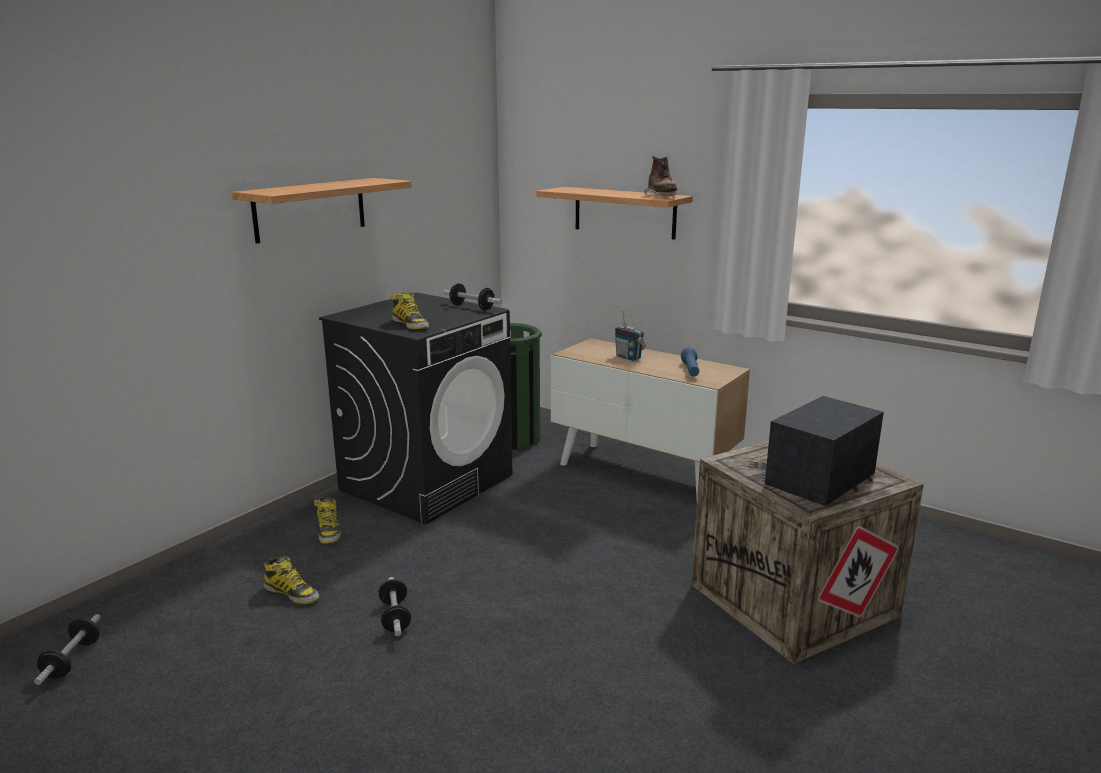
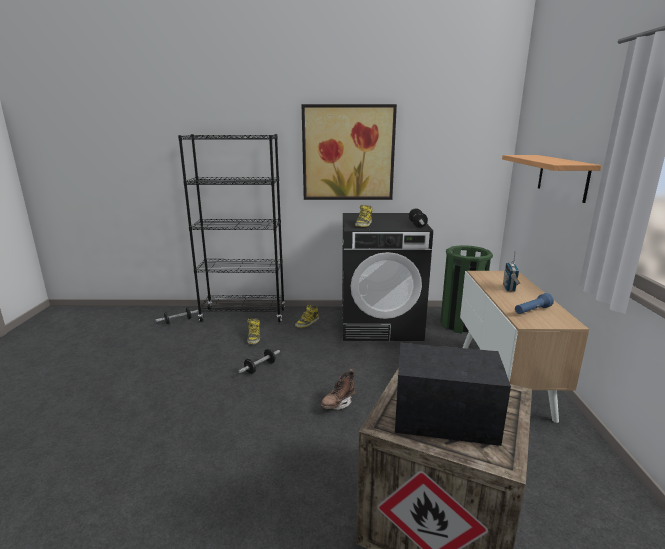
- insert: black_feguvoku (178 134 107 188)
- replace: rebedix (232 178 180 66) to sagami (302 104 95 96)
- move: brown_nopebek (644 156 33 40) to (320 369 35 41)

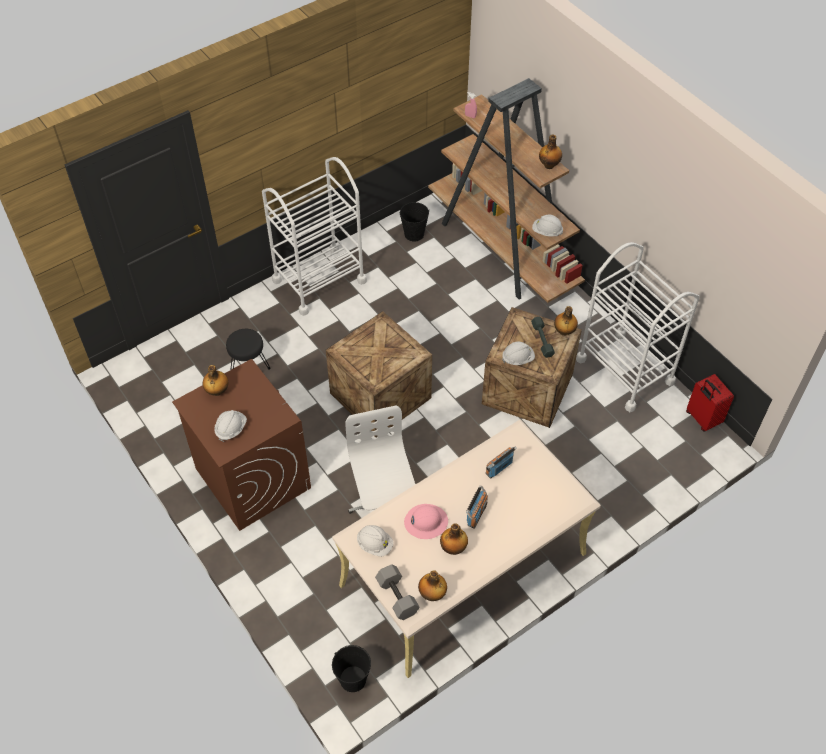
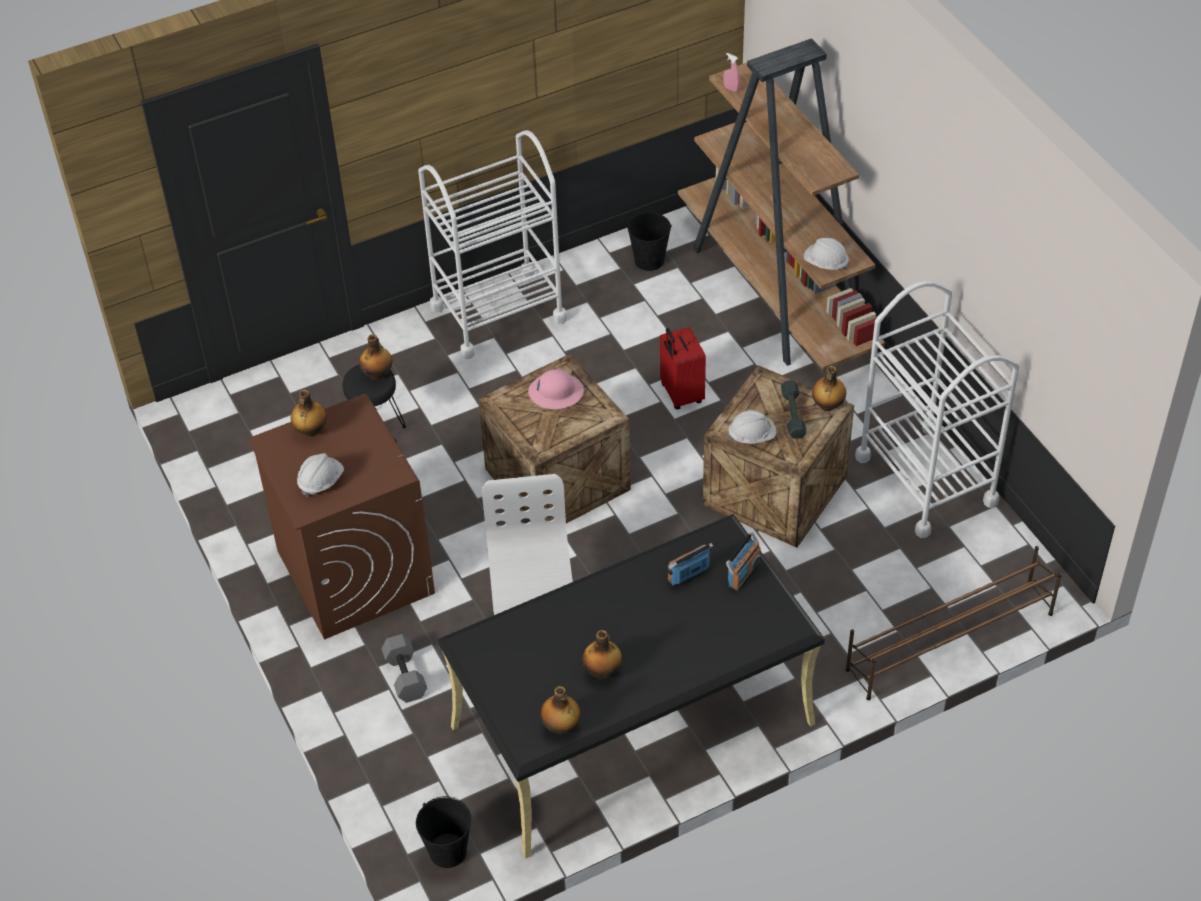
- move: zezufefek (539 135 23 34) to (359 334 33 47)
- move: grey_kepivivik (375 564 45 56) to (381 634 46 69)
- recolor: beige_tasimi (332 419 269 259) to black_tasimi (438 514 387 345)
- move: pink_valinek (404 504 44 35) to (528 369 56 40)
- move: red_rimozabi (686 374 48 58) to (660 327 46 82)
- move: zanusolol (466 486 22 43) to (726 532 35 59)
- insert: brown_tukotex (846 546 216 154)
- delete: white_valinek (357 525 37 32)

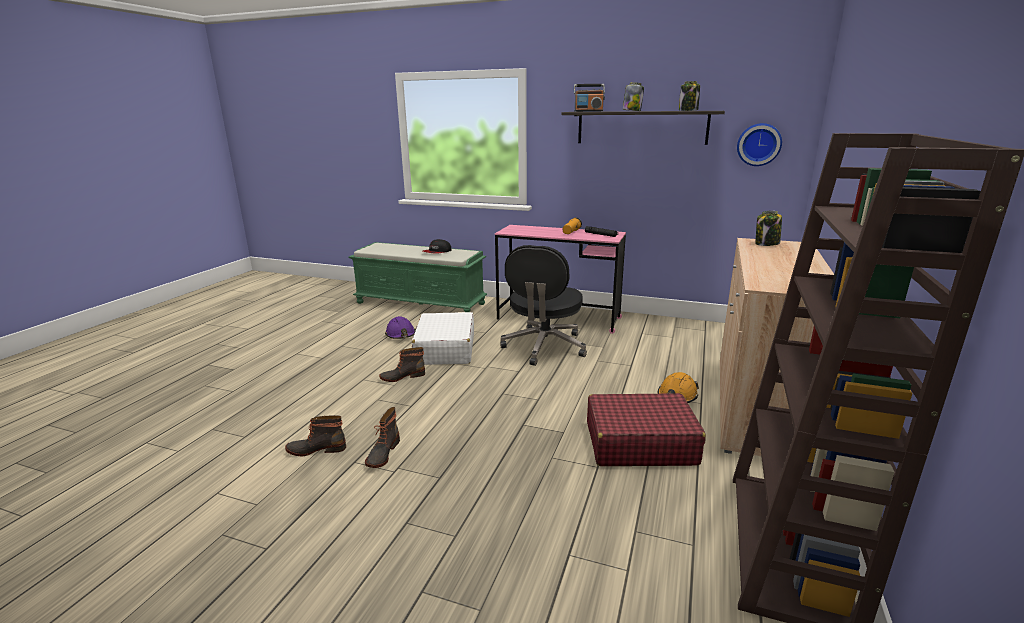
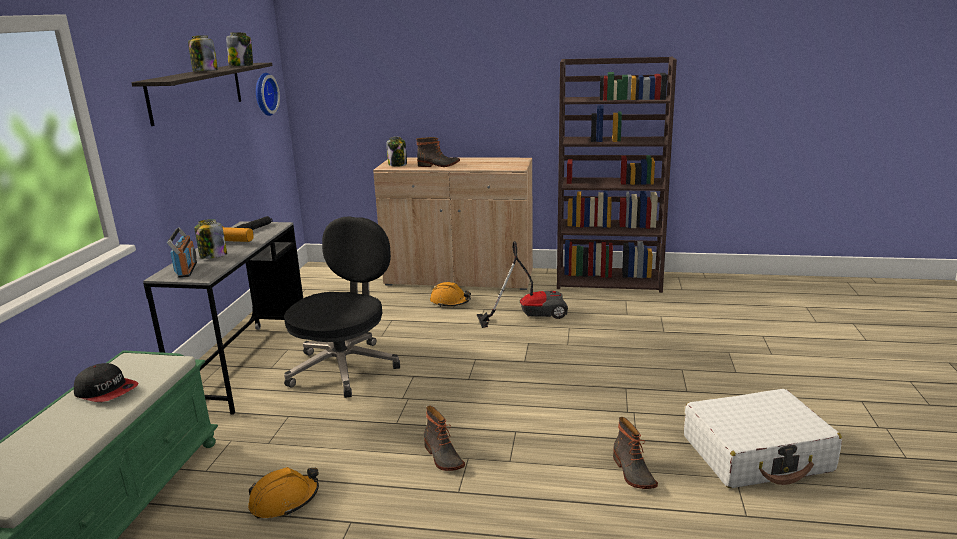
- recolor: pink_tasimi (495 225 131 109) to grey_tasimi (143 221 160 194)
- move: zanusolol (574 84 31 28) to (167 227 30 51)
- insert: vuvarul (194 219 33 40)
- recolor: purple_valinek (385 316 30 23) to orange_valinek (248 467 71 52)
- rotate: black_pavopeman (500 245 87 121) = (284 216 116 182) 75 degrees counterclockwise
- move: nopebek (365 407 35 61) to (416 137 44 30)
- replace: red_rimozabi (587 393 119 73) to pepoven (477 241 91 87)
- move: white_rimozabi (412 312 62 53) to (684 389 158 99)

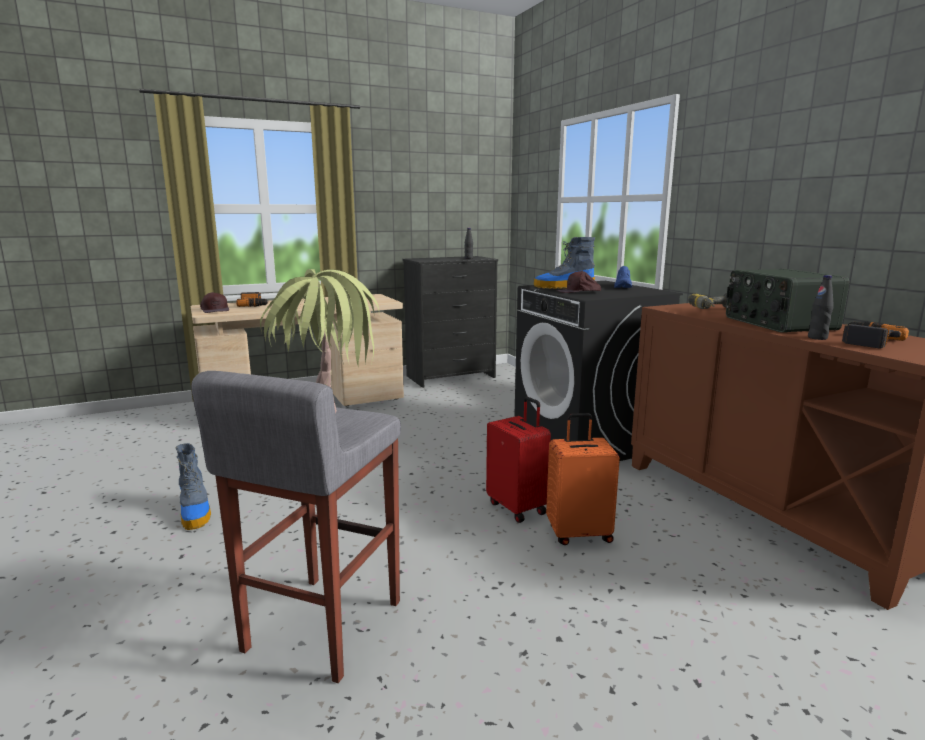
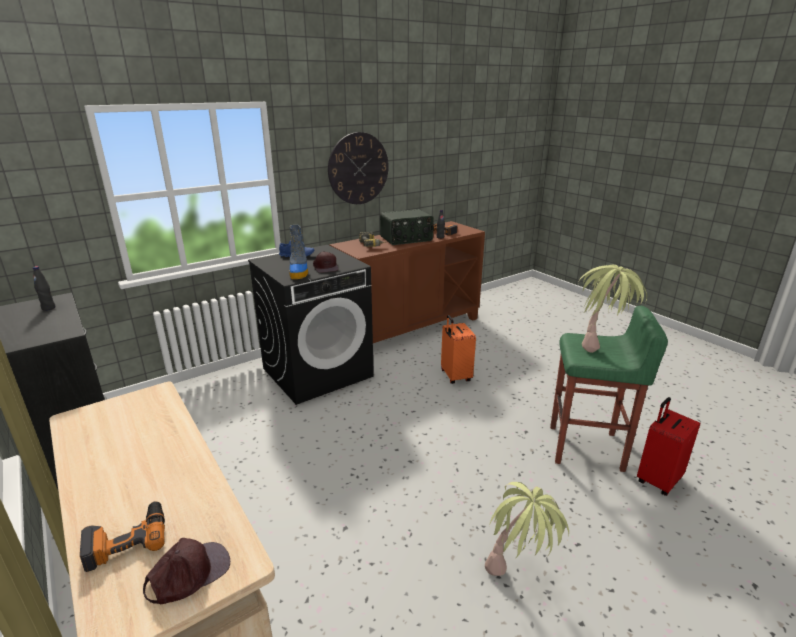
- insert: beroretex (328 132 61 72)
- replace: nopebek (176 443 35 87) to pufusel (485 482 84 94)
- recolor: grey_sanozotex (191 371 210 312) to green_sanozotex (550 306 118 166)
- move: red_rimozabi (486 397 65 126) to (637 397 63 99)

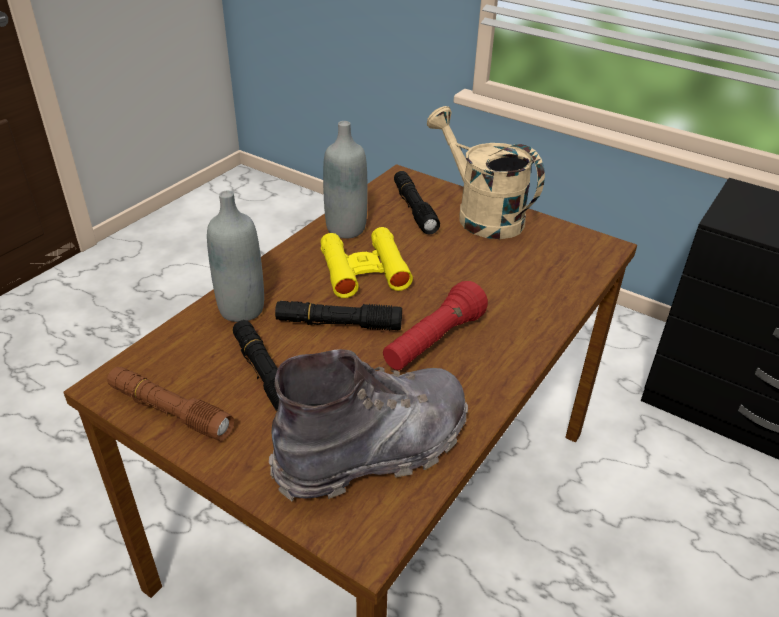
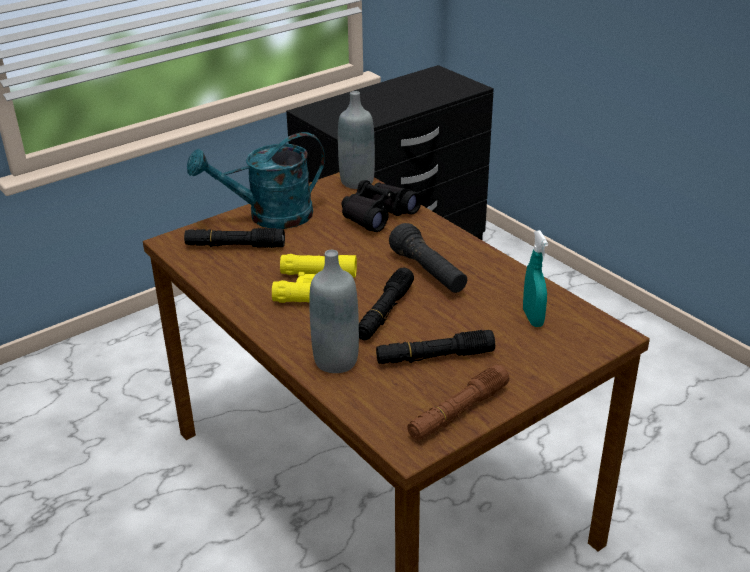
- recolor: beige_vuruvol (427 106 118 133) to turquoise_vuruvol (187 132 138 97)
- move: grey_zezufefek (323 121 45 117) to (338 91 37 98)
- insert: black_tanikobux (342 180 79 52)
- recolor: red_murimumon (383 281 105 89) to black_murimumon (389 223 78 70)
- replace: grey_nopebek (269 349 199 152) to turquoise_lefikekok (523 230 25 97)

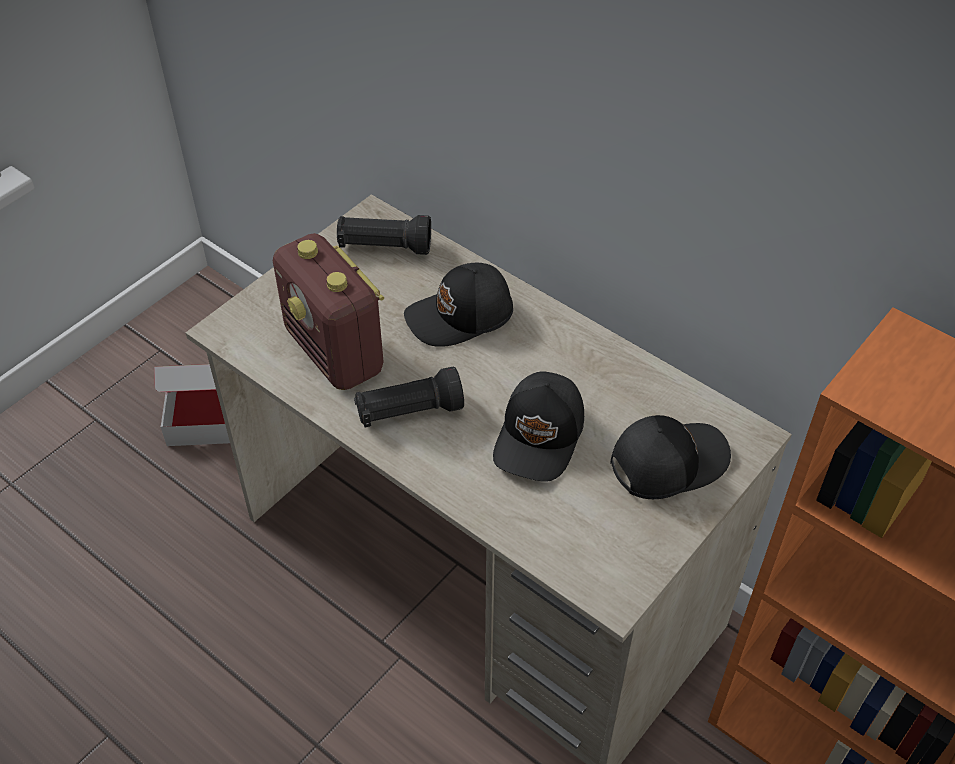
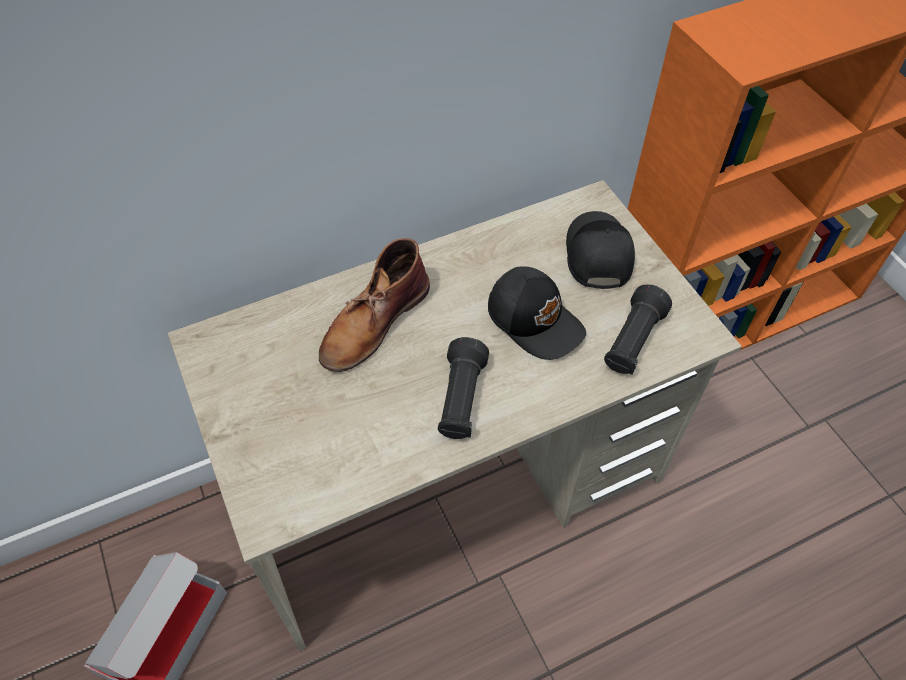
- replace: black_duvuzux (404 263 109 84) to brown_nopebek (319 238 111 134)
- move: black_murimumon (337 215 94 40) to (604 284 68 91)
- delete: zanusolol (273 233 111 157)

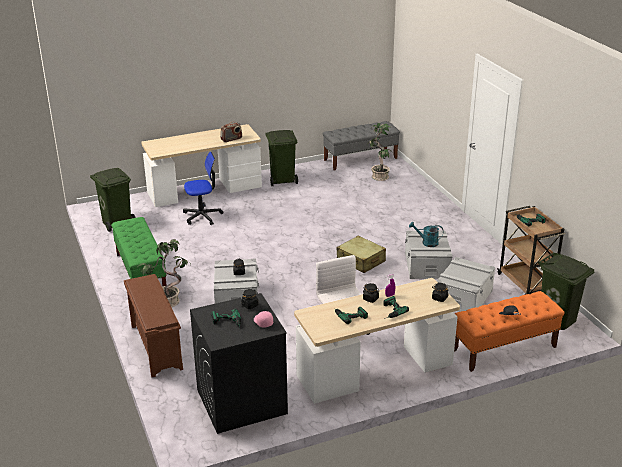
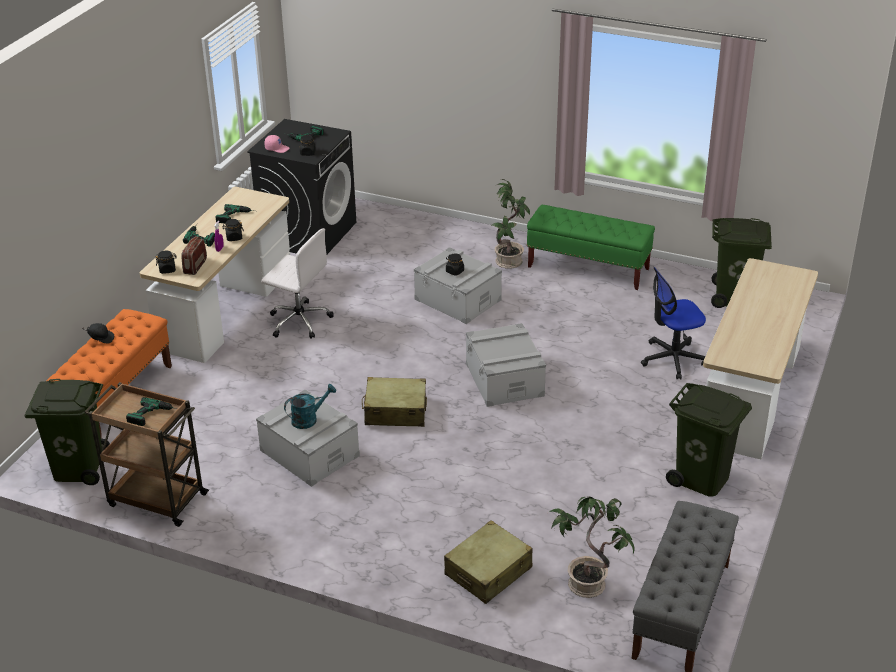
- move: zanusolol (220 122 22 20) to (181 236 26 39)
- insert: beige_rimozabi (444 520 89 84)
- move: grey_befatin (437 257 58 55) to (466 323 80 84)
- rotate: pavopeman (183 152 40 73) = (641 267 65 113) 45 degrees clockwise
- delete: brown_tukotex (124 274 59 103)

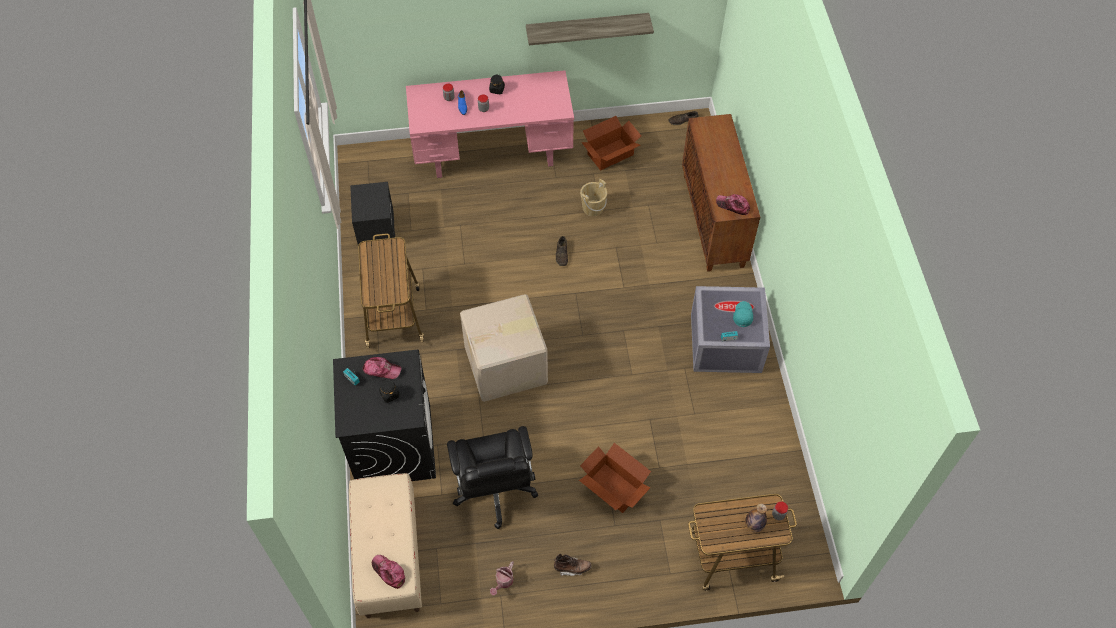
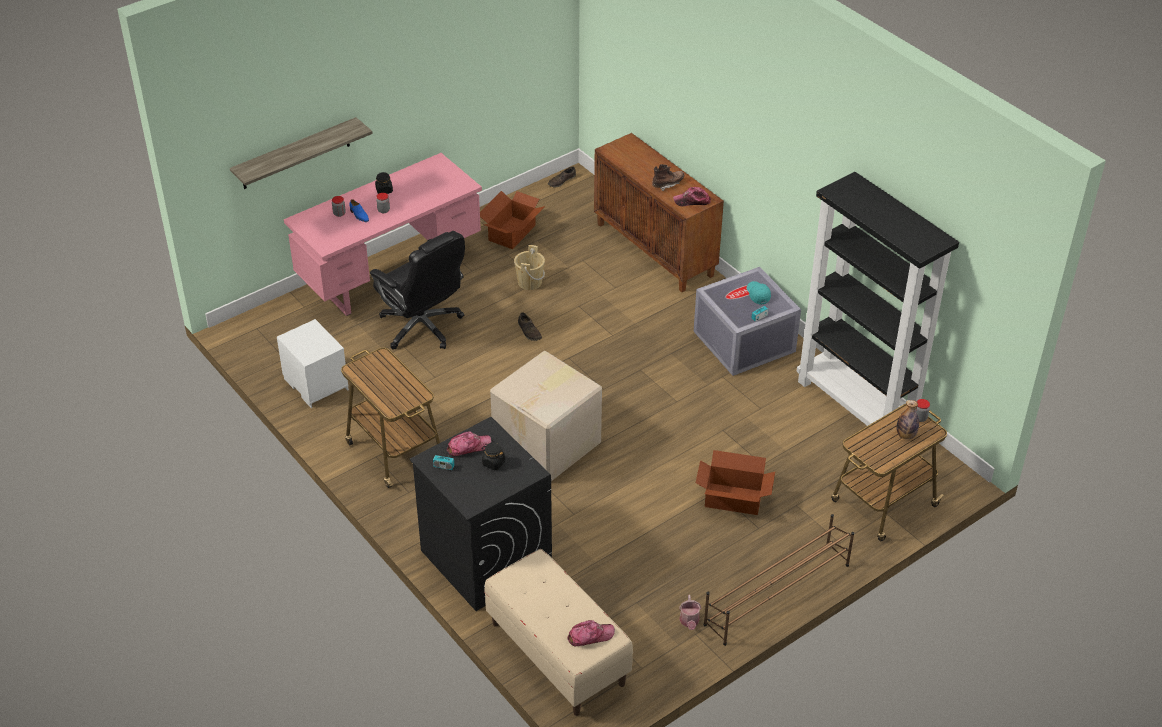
- move: rebedix (526 13 128 32) to (230 117 143 72)
- recolor: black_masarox (350 182 45 63) to white_masarox (277 319 72 89)
- move: black_pavopeman (447 426 91 103) to (370 231 95 118)
- rotate: duvuzux (372 555 33 34) = (568 620 47 26) 150 degrees clockwise
- move: brown_nopebek (554 554 37 22) to (652 164 32 27)
- insert: brown_tukotex (703 514 151 132)
- insert: black_feguvoku (796 172 163 255)

